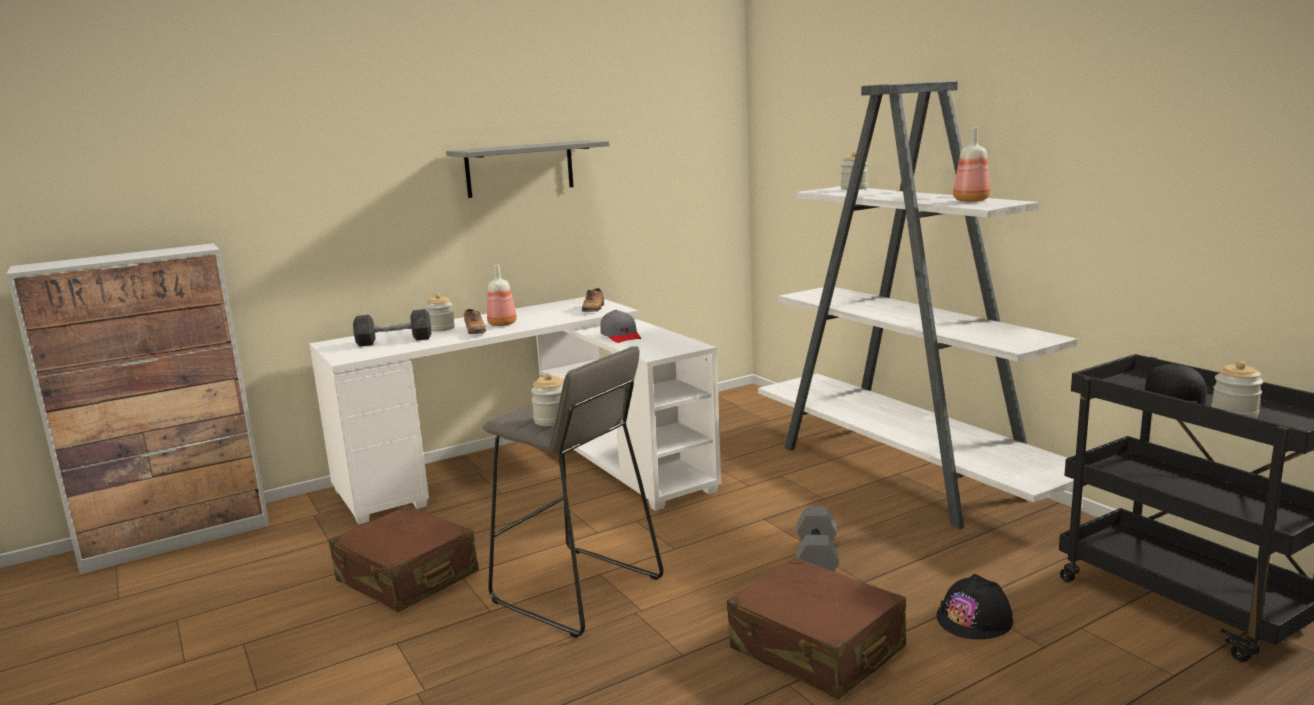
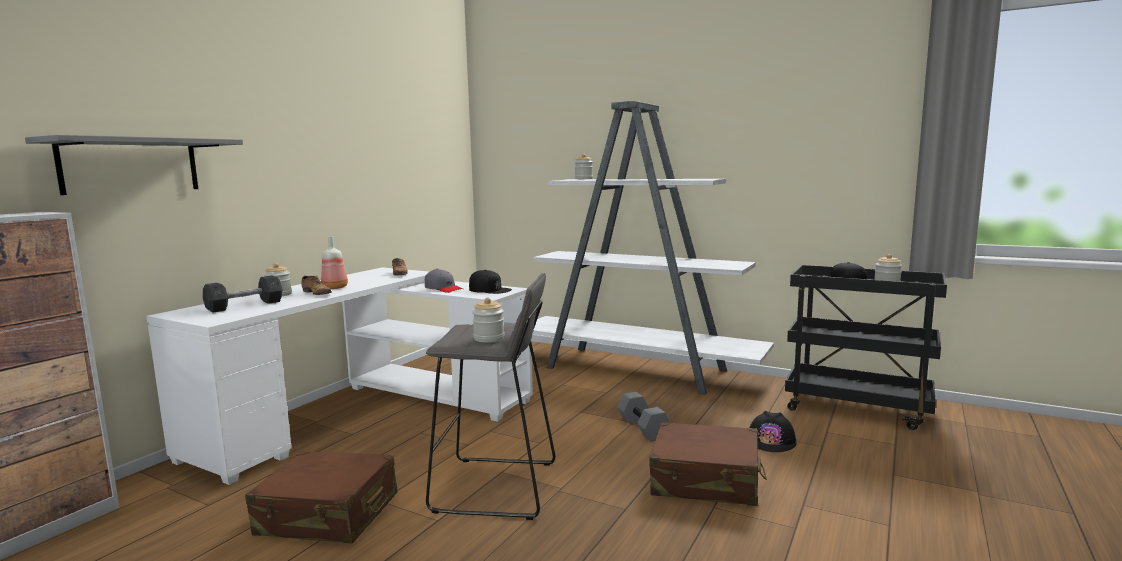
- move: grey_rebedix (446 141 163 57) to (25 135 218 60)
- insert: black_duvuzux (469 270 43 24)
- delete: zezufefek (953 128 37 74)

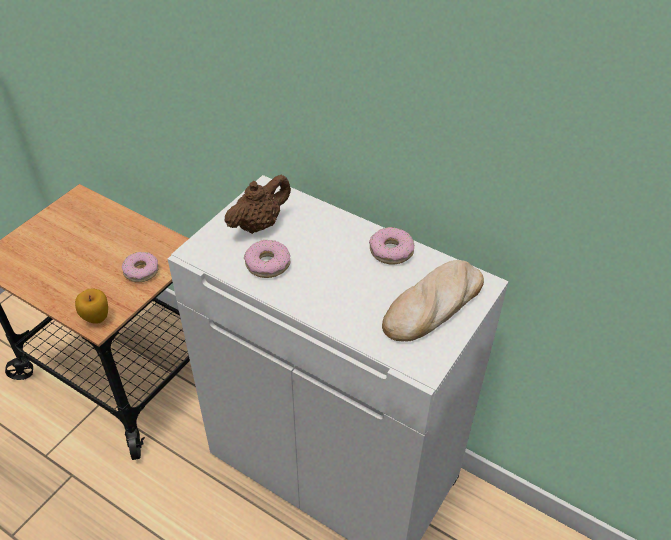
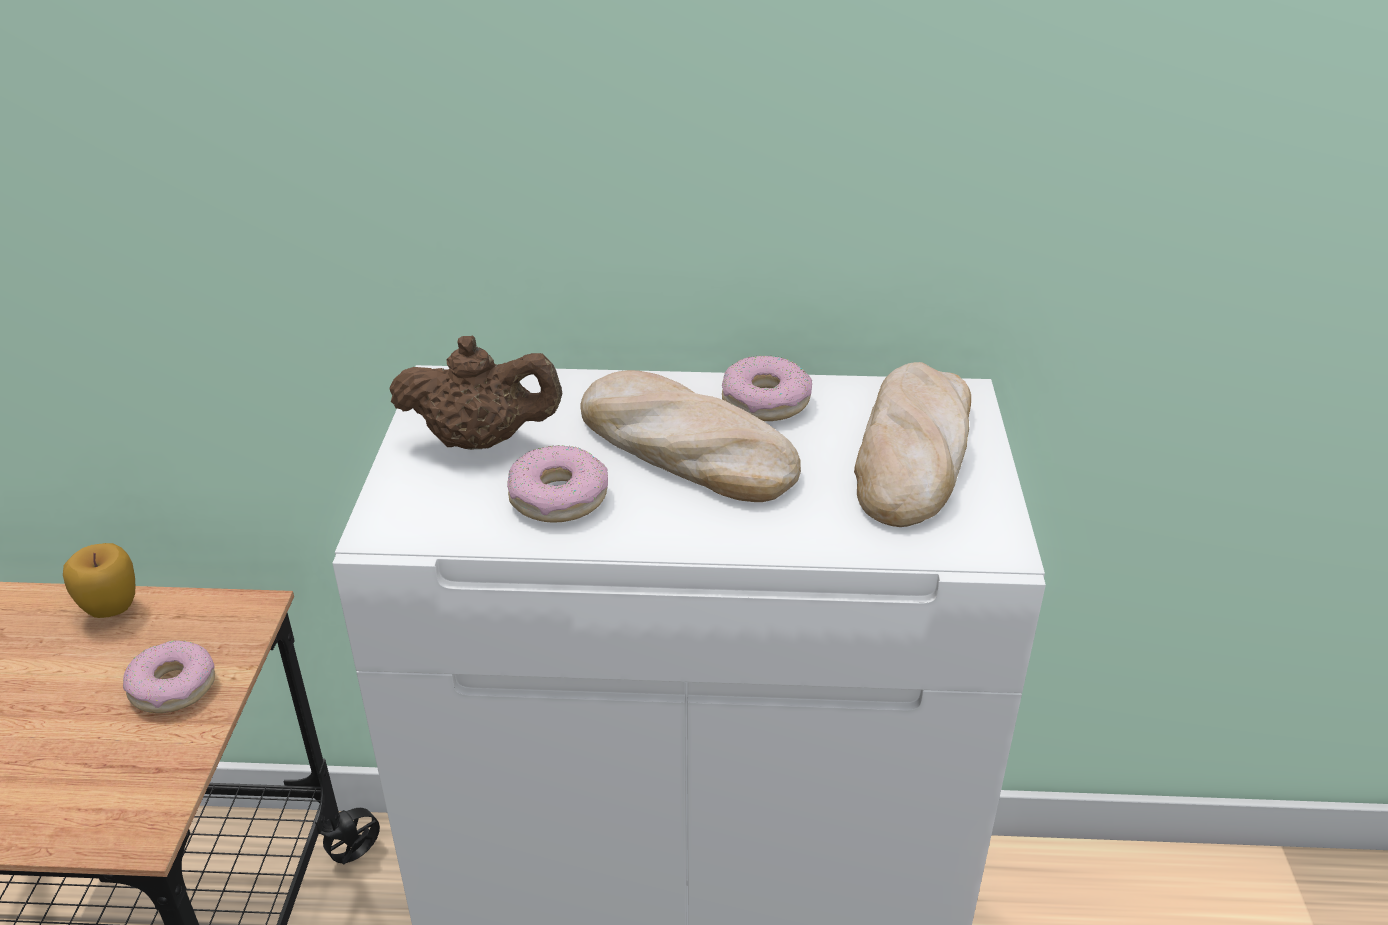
- move: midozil (75 288 33 36) to (63 543 72 75)
- rotate: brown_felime (225 175 66 59) = (390 335 172 115) 75 degrees clockwise
- insert: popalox (580 370 221 132)

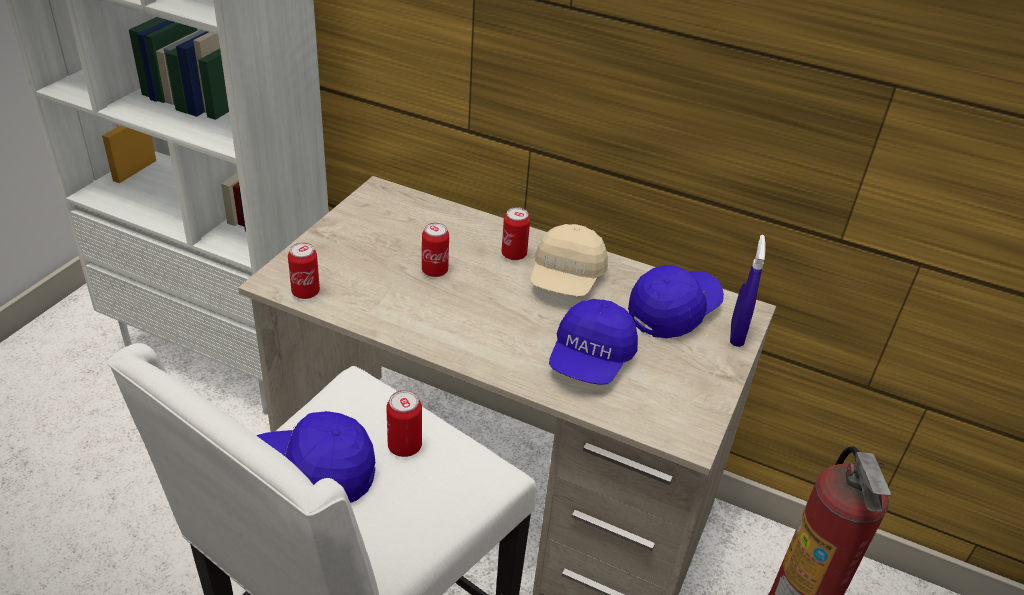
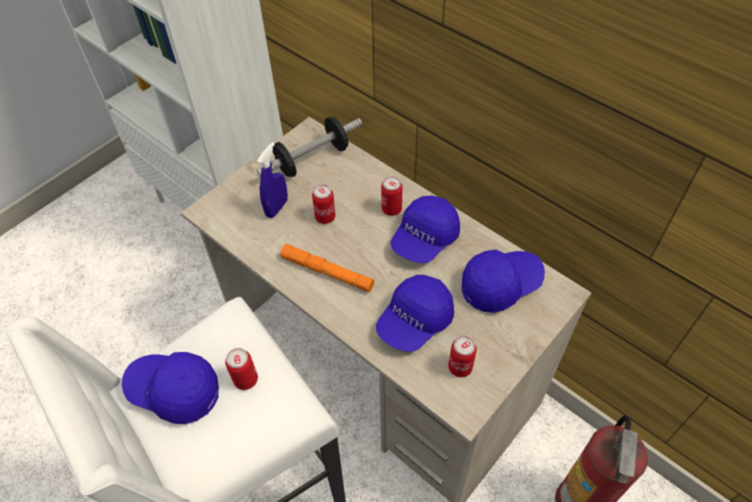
- insert: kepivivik (256 117 106 60)
- move: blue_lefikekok (730 235 36 112) to (257 142 31 76)
- insert: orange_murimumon (280 244 94 49)
- recolor: beige_duvuzux (531 224 77 73) to blue_duvuzux (390 195 70 68)
- move: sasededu (288 242 32 57) to (448 336 29 41)

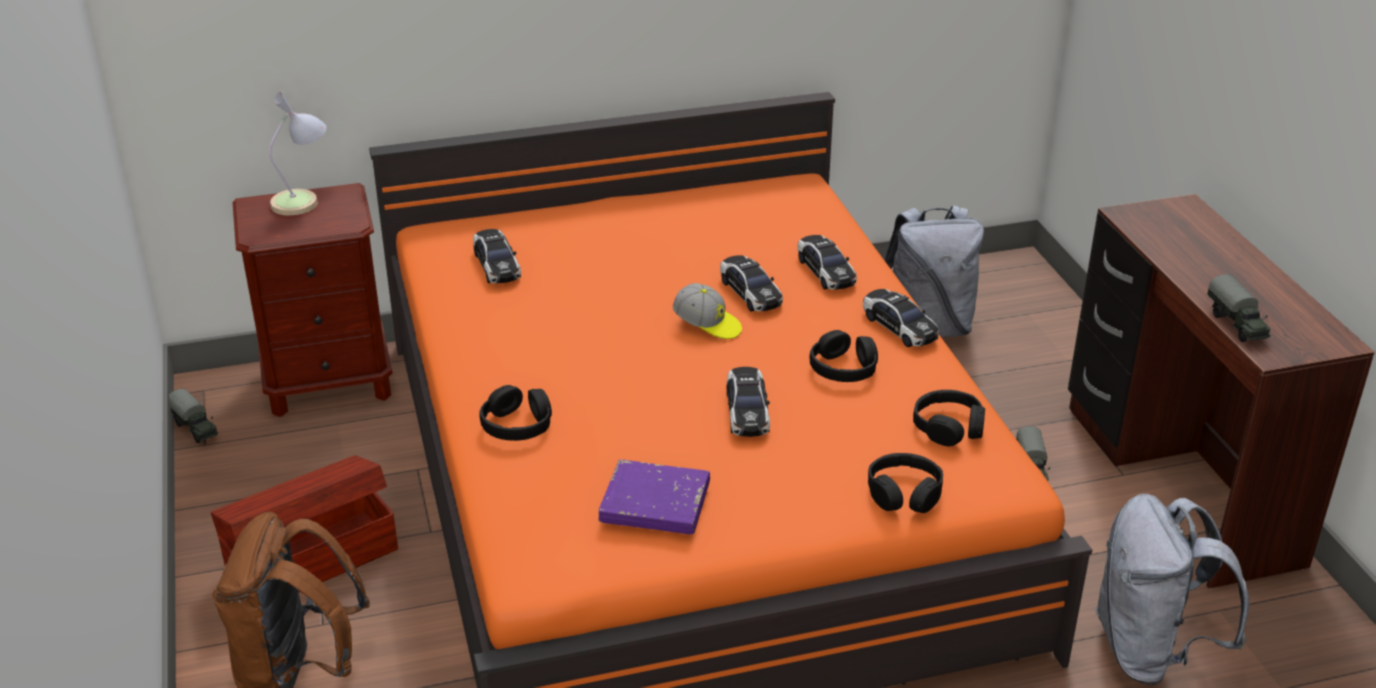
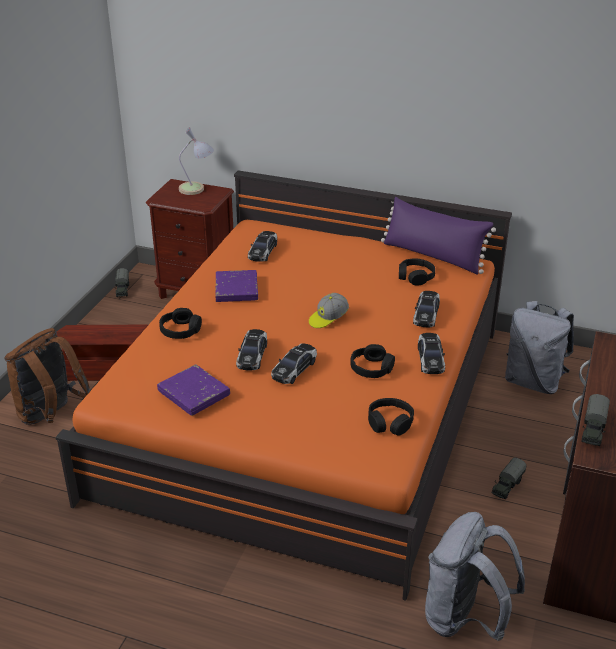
- insert: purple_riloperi (215 270 43 32)
- move: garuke (720 255 63 57) to (236 329 31 42)
- rotate: duvuzux (673 283 69 56) = (309 293 40 35) 75 degrees clockwise
- insert: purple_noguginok (381 197 115 78)
- move: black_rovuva (868 453 75 60) to (399 259 36 27)

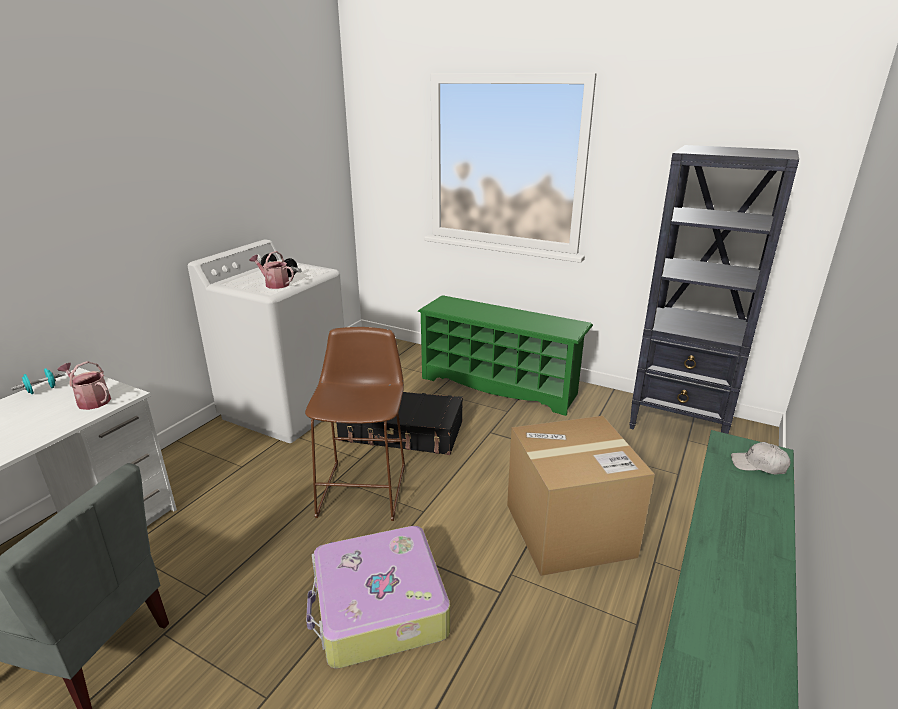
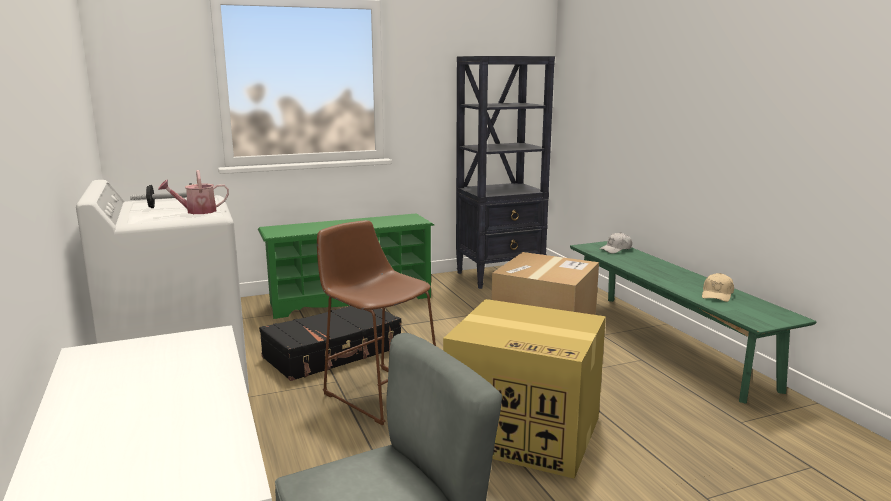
- replace: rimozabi (306 526 144 143) to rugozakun (443 299 163 180)
- insert: beige_duvuzux (702 273 32 29)
- delete: turquoise_kepivivik (11 368 54 26)
- delete: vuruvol (57 361 54 49)

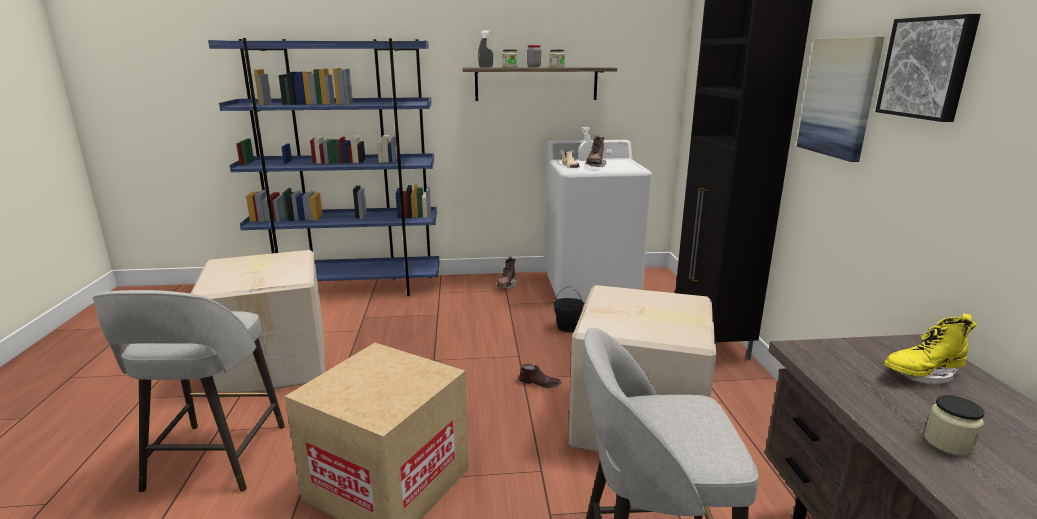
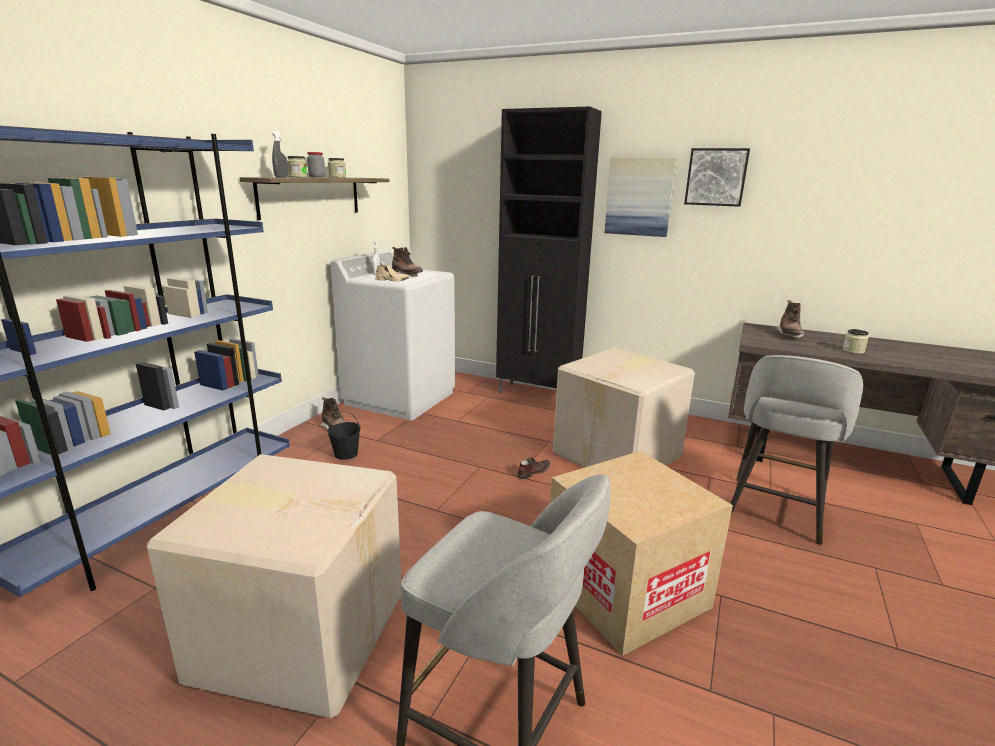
- move: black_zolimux (553 286 31 46) to (327 411 34 49)
- recolor: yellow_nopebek (884 313 93 71) to brown_nopebek (775 300 29 38)

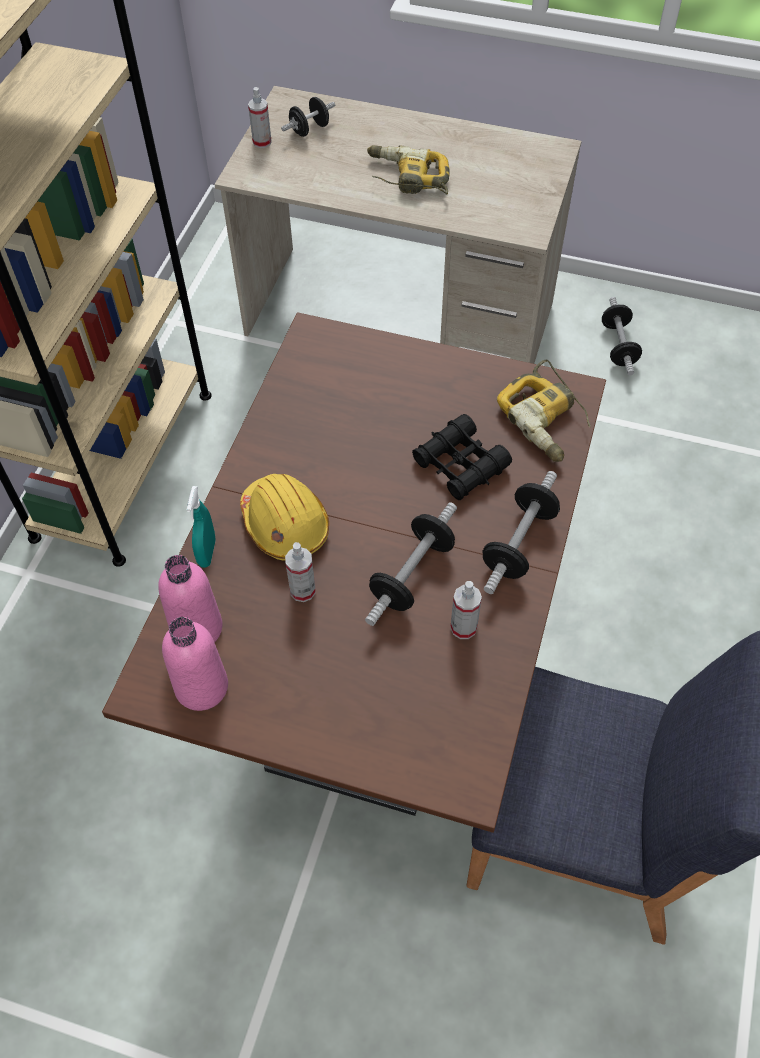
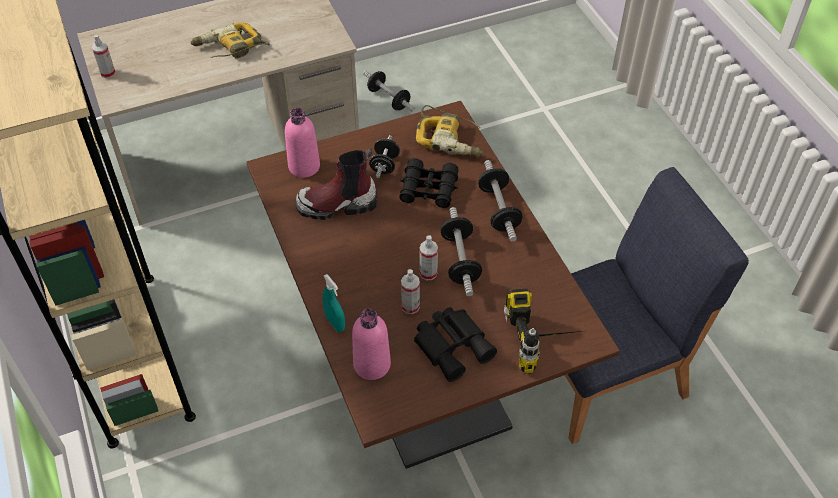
- move: pink_zezufefek (162 617 66 94) to (285 108 35 70)
- insert: nopebek (296 148 81 72)
- move: black_kepivivik (281 97 54 40) to (369 135 31 43)
- insert: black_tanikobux (414 307 83 75)
- move: lefikekok (450 581 32 58) to (420 235 18 45)
- insert: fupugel (504 288 78 86)
- delete: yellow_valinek (240 474 89 87)

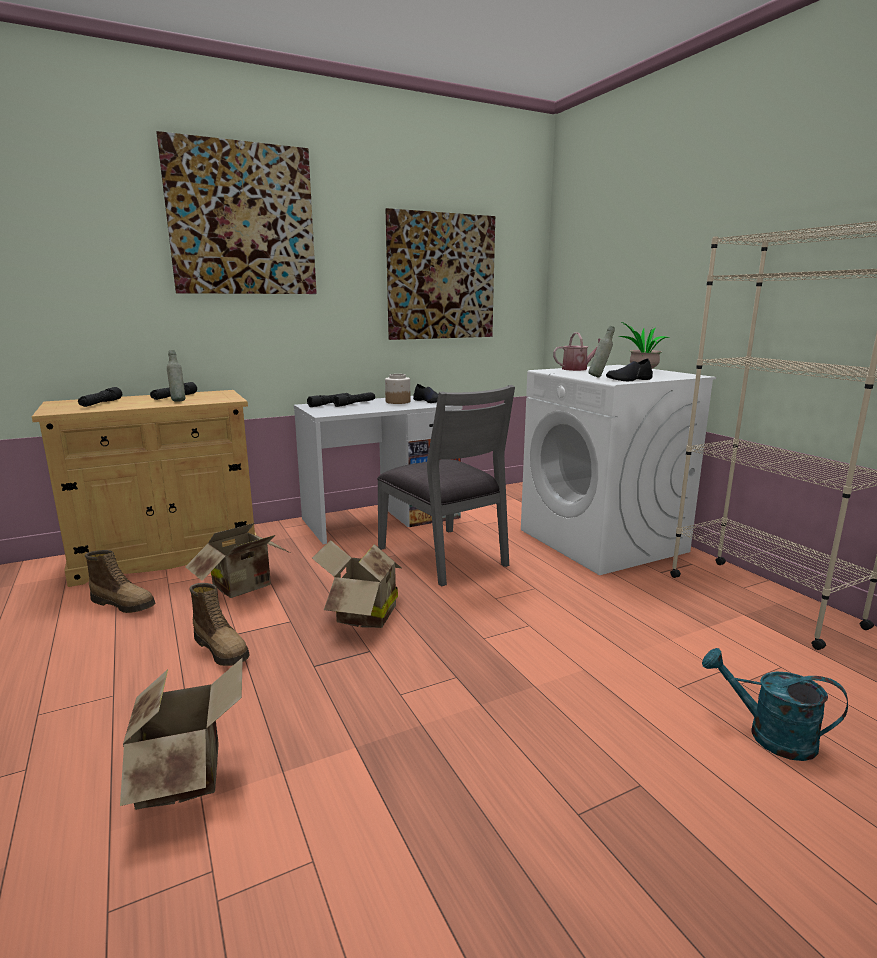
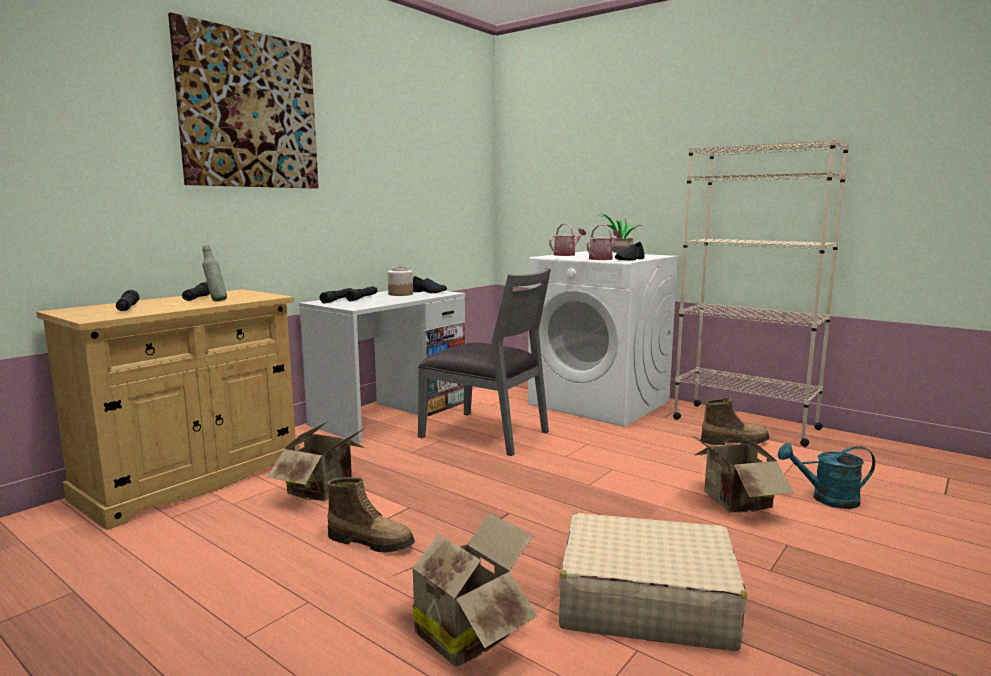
- insert: beige_rimozabi (559 513 188 138)
- replace: grey_zezufefek (588 326 27 51) to vuruvol (587 225 35 35)
- move: rugozakun (312 540 91 88) to (691 429 103 83)
- move: nopebek (85 550 70 63) to (701 398 69 47)
- delete: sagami (386 208 109 132)

